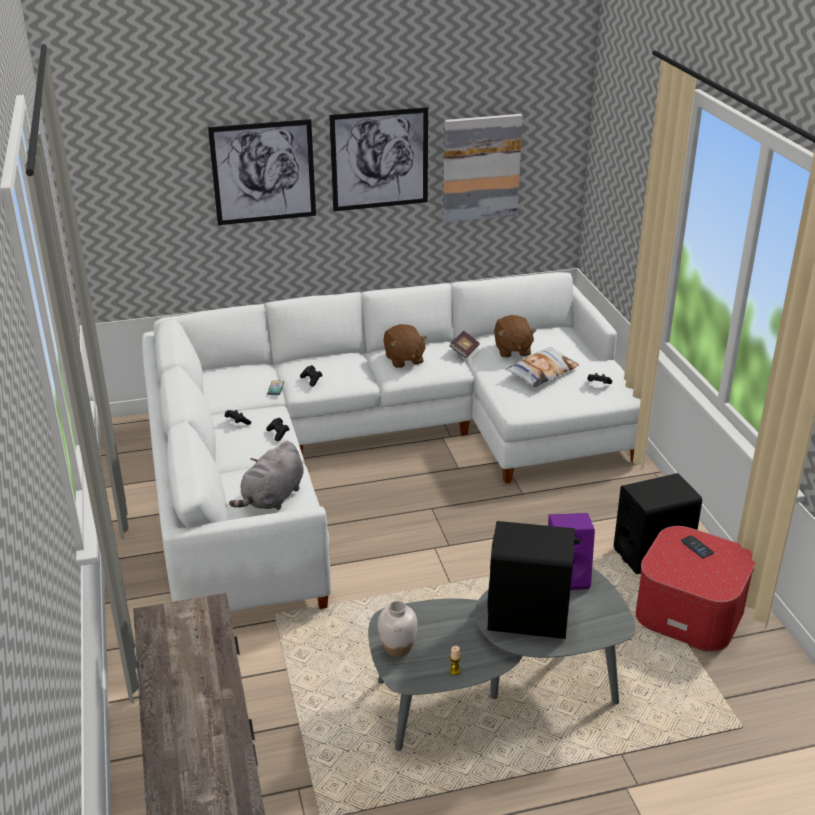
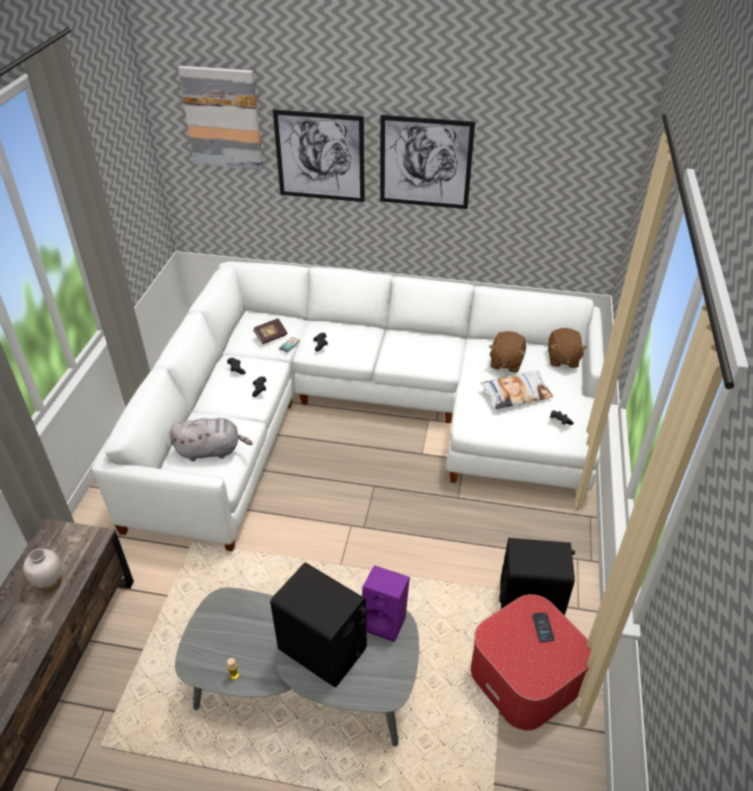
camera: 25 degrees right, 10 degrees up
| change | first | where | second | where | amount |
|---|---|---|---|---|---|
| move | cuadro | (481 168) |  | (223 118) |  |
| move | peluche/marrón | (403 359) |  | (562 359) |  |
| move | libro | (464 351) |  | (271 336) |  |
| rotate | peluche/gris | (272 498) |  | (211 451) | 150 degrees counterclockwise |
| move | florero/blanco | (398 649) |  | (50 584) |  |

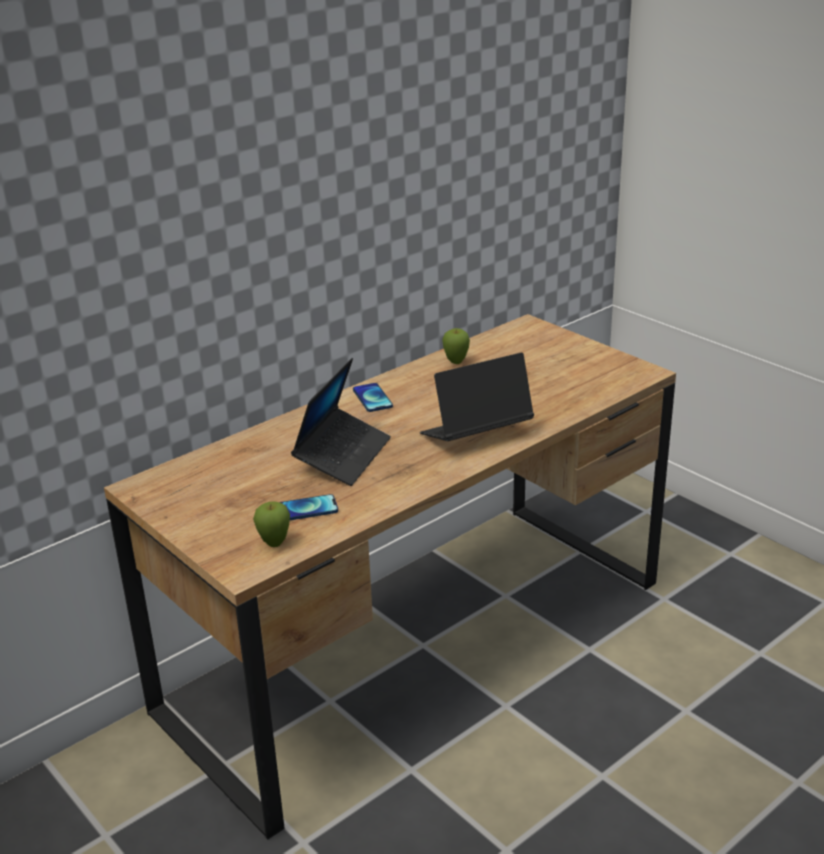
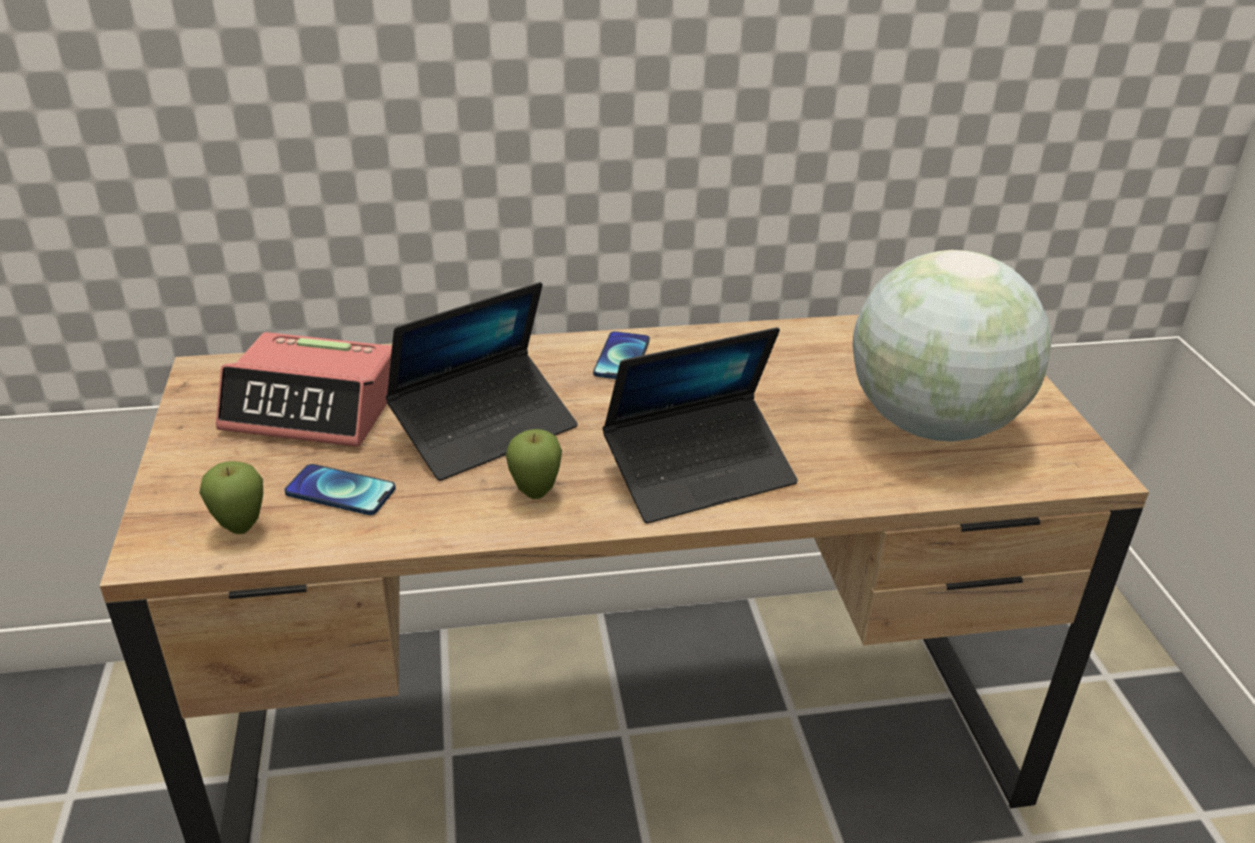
camera: 30 degrees right, 5 degrees up
| change | first | where | second | where | amount |
|---|---|---|---|---|---|
| move | manzana | (456 362) |  | (535 493) |  |
| rotate | portátil | (475 435) |  | (699 472) | 150 degrees clockwise |
| insert |  |  | globo terráqueo | (932 424) |  |
| insert |  |  | despertador | (313 408) |  |

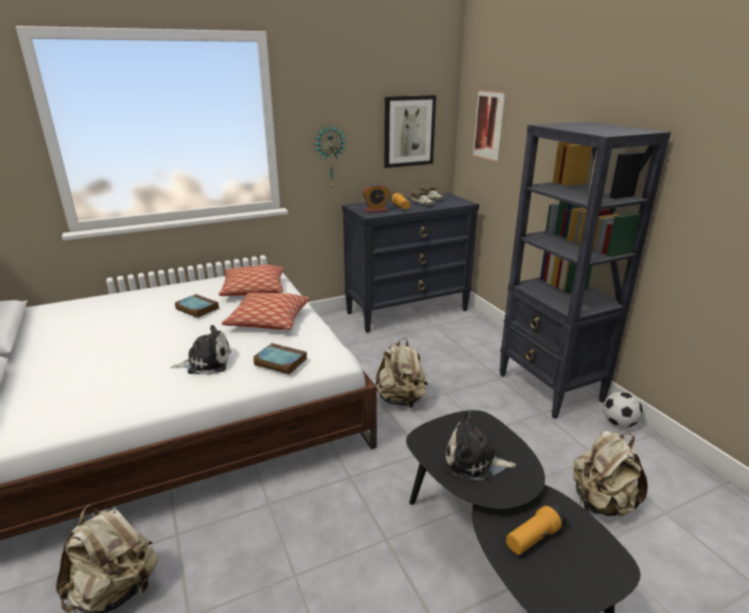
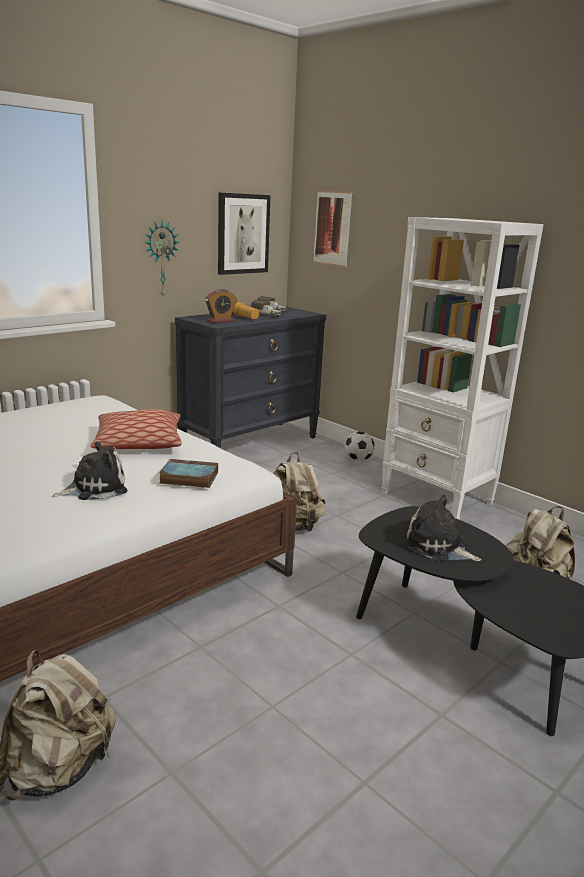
camera: 20 degrees left, 5 degrees down
| change | first | where | second | where | amount |
|---|---|---|---|---|---|
| recolor | estantería/negro | (550 388) | estantería/blanco | (437 498) |  |
| delete | cojín | (253 290) |  |  |  |
| delete | libro | (196 308) |  |  |  |
| move | balón de fútbol | (619 423) |  | (358 460) |  |
| rotate | peluche | (474 461) |  | (438 547) | 45 degrees clockwise |
| delete | linterna | (534 537) |  |  |  |

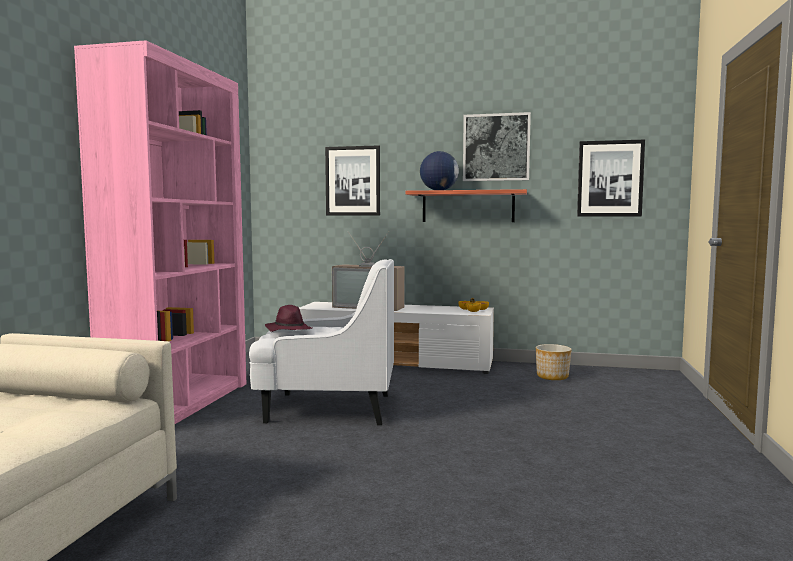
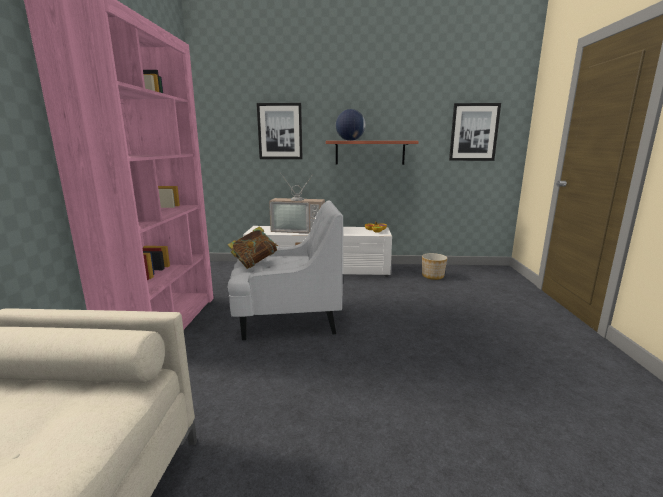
camera: 10 degrees left, 10 degrees up
| change | first | where | second | where | amount |
|---|---|---|---|---|---|
| delete | cuadro | (496 147) |  |  |  |
| replace | sombrero/morado | (288 330) | libro | (254 263) |  |

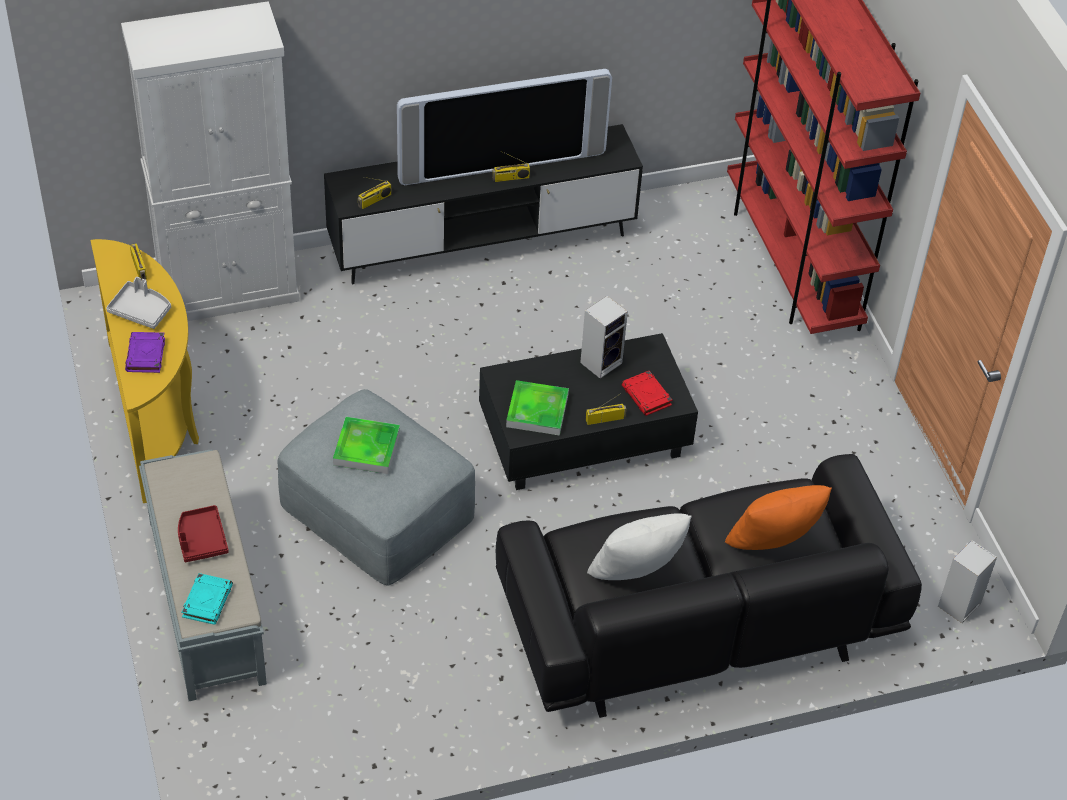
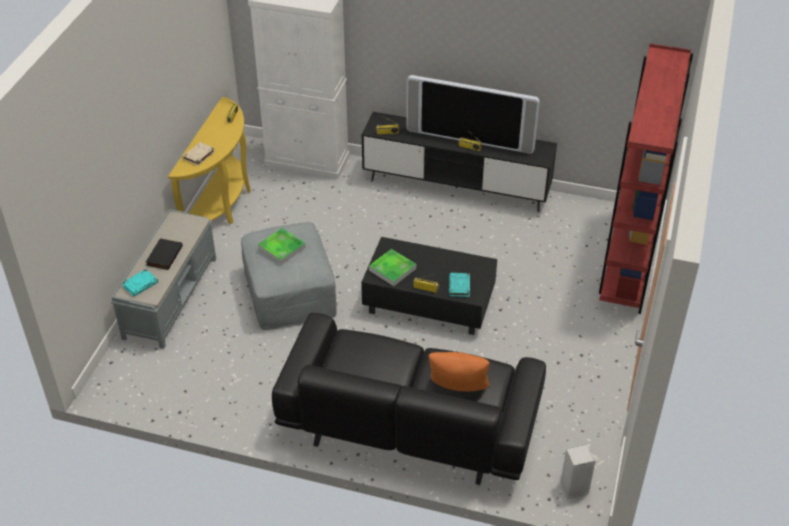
camera: 35 degrees right, 5 degrees down
| change | first | where | second | where | amount |
|---|---|---|---|---|---|
| delete | bandeja/gris | (141 310) |  |  |  |
| delete | altavoz | (601 361) |  |  |  |
| recolor | libro/morado | (146 355) | libro/beis | (198 156) |  |
| recolor | libro/rojo | (647 396) | libro/turquesa | (459 287) |  |
| replace | bandeja/rojo | (201 539) | libro/negro | (163 255) |  |
| delete | cojín/blanco | (636 573) |  |  |  |

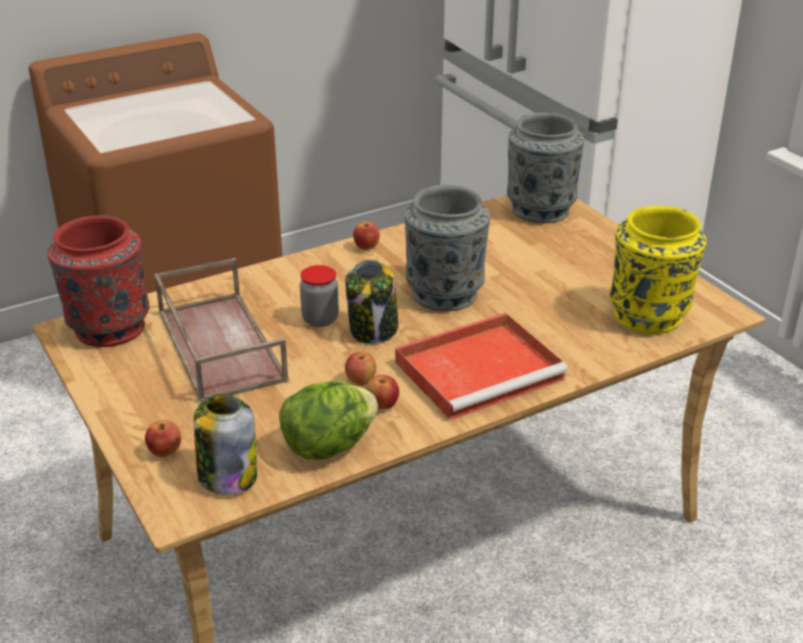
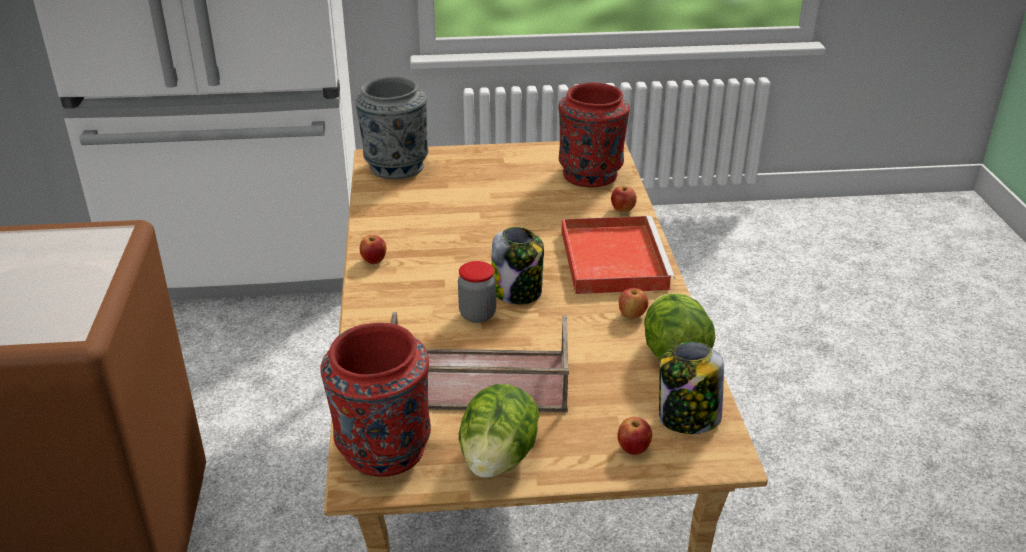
camera: 65 degrees left, 0 degrees up
| change | first | where | second | where | amount |
|---|---|---|---|---|---|
| delete | florero/gris | (444 293) |  |  |  |
| recolor | florero/amarillo | (649 315) | florero/rojo | (590 174) |  |
| move | manzana | (360 381) |  | (622 209) |  |
| insert |  |  | lechuga | (498 459) |  |

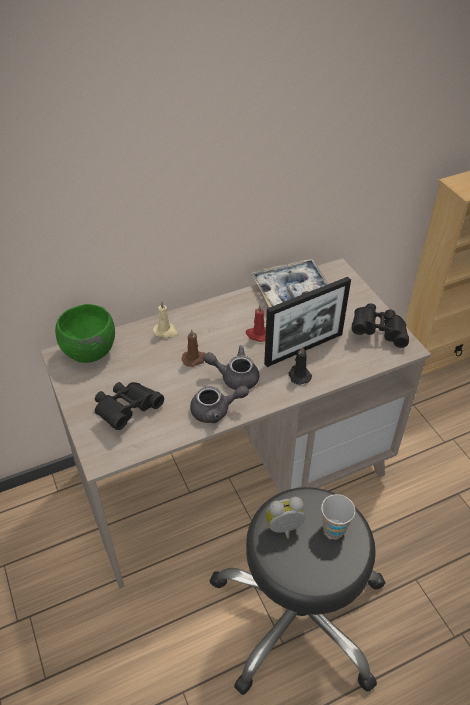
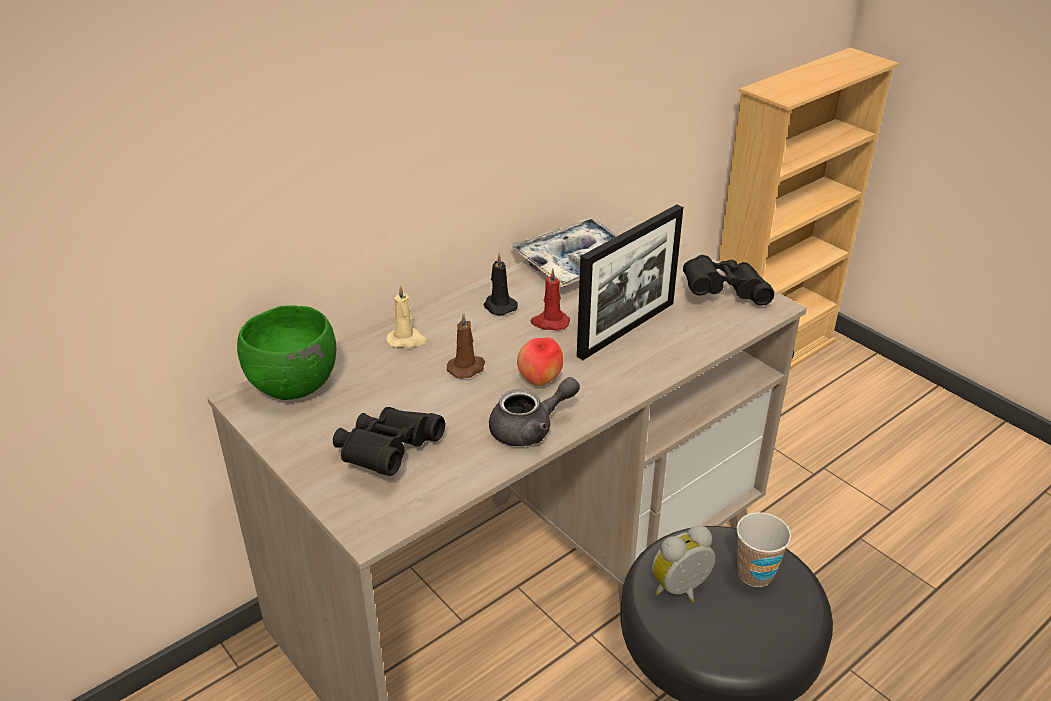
camera: 15 degrees left, 10 degrees down
| change | first | where | second | where | amount |
|---|---|---|---|---|---|
| replace | tetera/gris | (234 377) | manzana | (539 381) |  |
| move | vela/negro | (299 375) |  | (499 306) |  |

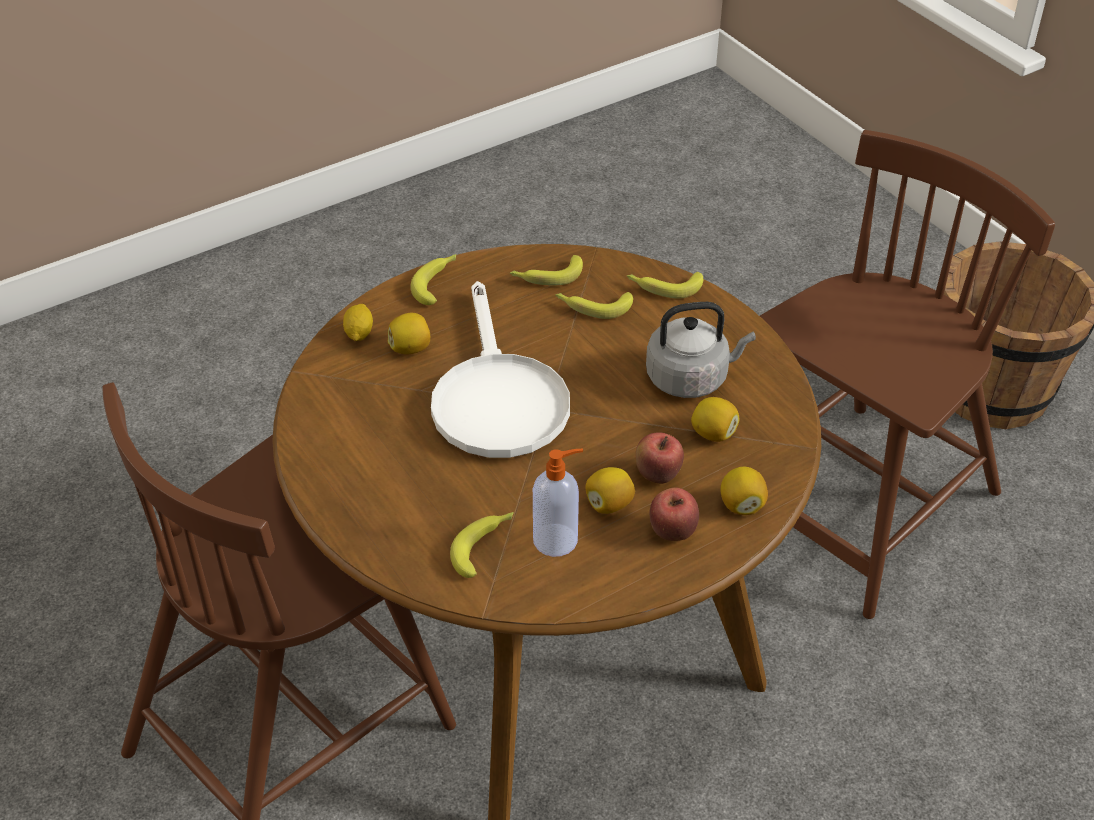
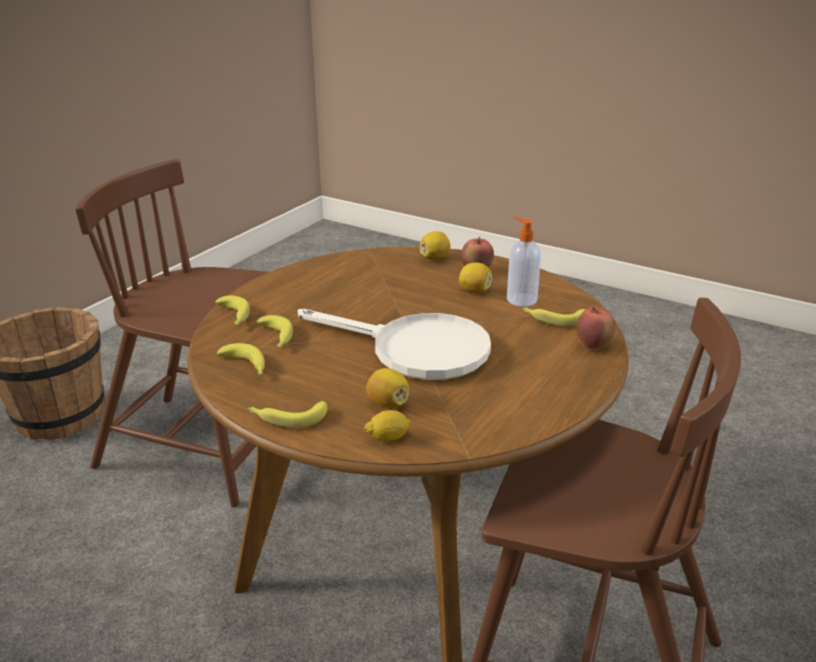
camera: 115 degrees left, 15 degrees down
| change | first | where | second | where | amount |
|---|---|---|---|---|---|
| rotate | sartén/blanco | (496 398) |  | (415 350) | 60 degrees clockwise |
| delete | hervidor/gris | (691 378) |  |  |  |
| delete | limón | (713 434) |  |  |  |
| move | manzana | (657 476) |  | (593 346) |  |

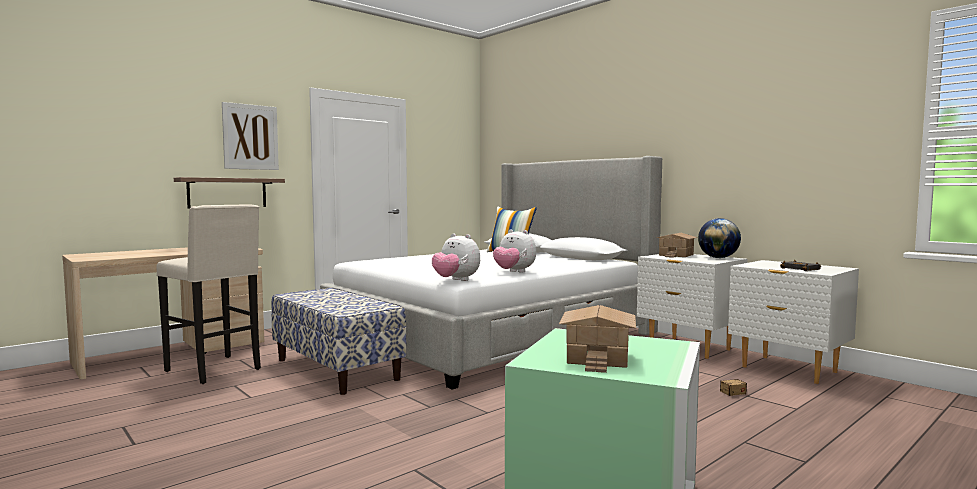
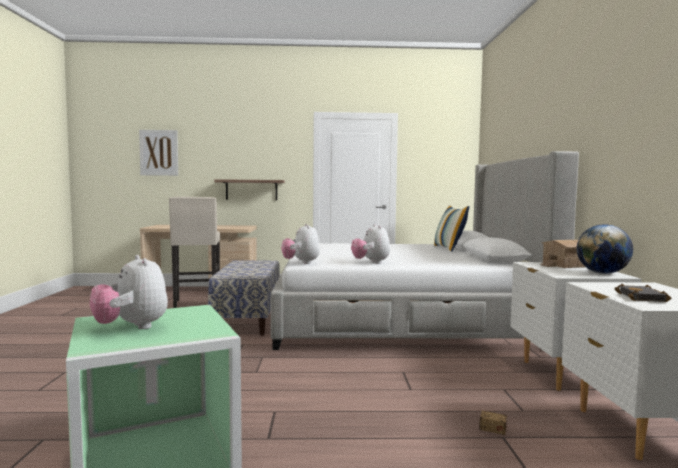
camera: 40 degrees right, 0 degrees up
| change | first | where | second | where | amount |
|---|---|---|---|---|---|
| move | cuadro | (250 137) |  | (159 152) |  |
| replace | casita | (599 357) | peluche | (132 327) |  |

